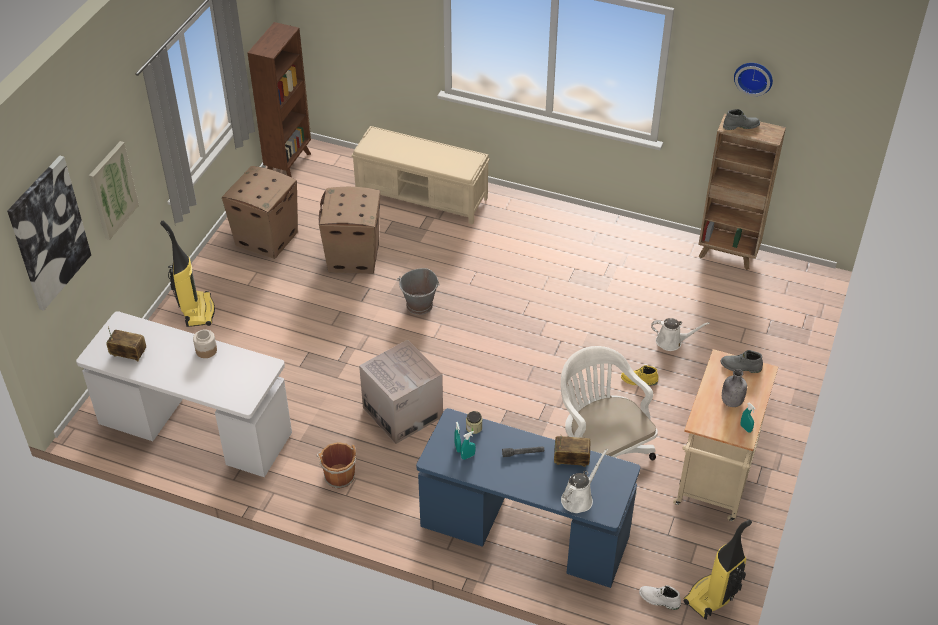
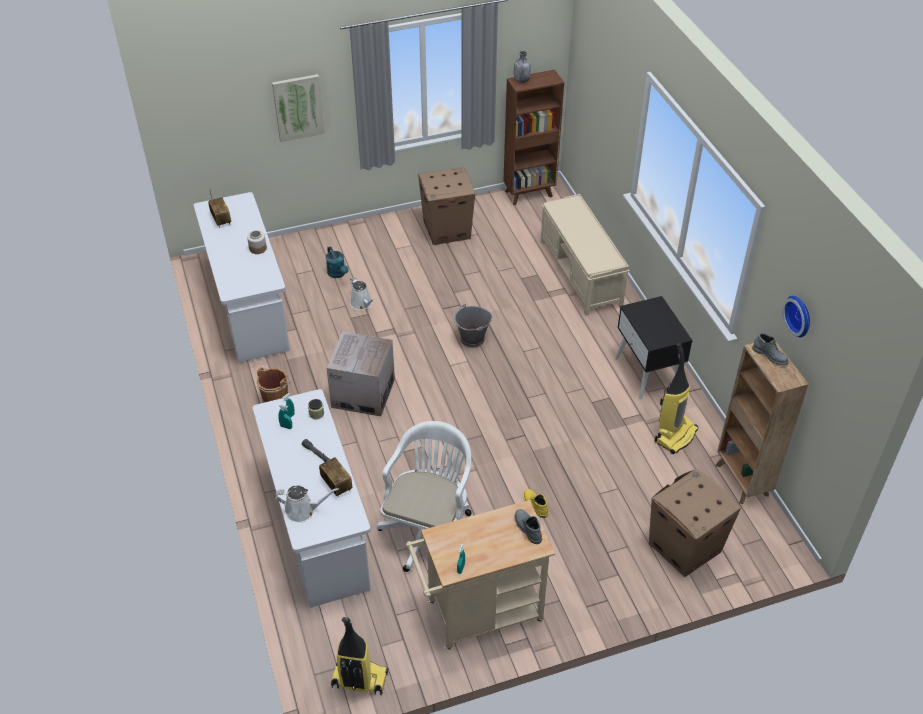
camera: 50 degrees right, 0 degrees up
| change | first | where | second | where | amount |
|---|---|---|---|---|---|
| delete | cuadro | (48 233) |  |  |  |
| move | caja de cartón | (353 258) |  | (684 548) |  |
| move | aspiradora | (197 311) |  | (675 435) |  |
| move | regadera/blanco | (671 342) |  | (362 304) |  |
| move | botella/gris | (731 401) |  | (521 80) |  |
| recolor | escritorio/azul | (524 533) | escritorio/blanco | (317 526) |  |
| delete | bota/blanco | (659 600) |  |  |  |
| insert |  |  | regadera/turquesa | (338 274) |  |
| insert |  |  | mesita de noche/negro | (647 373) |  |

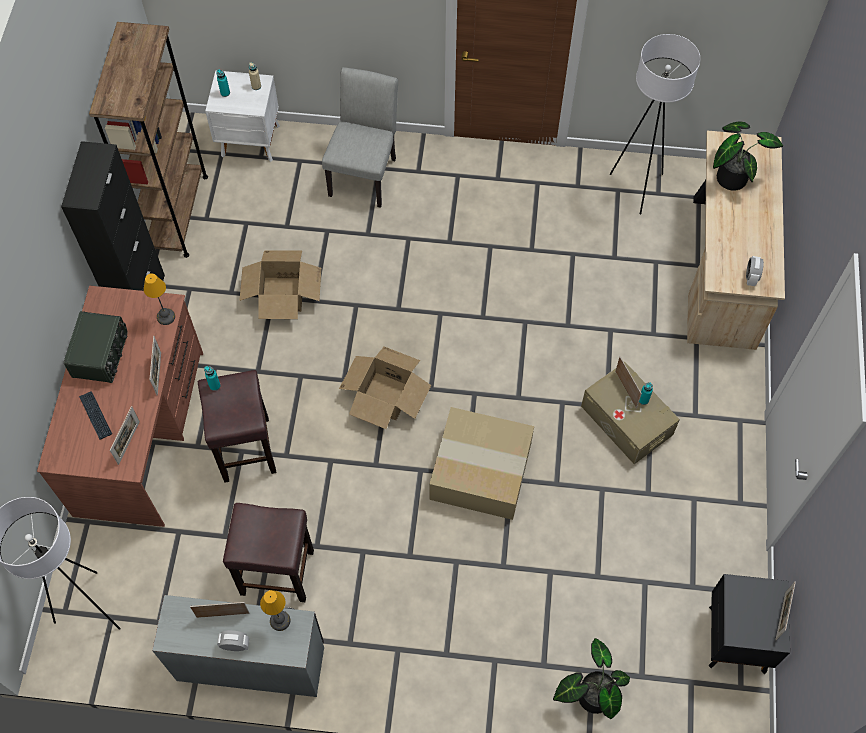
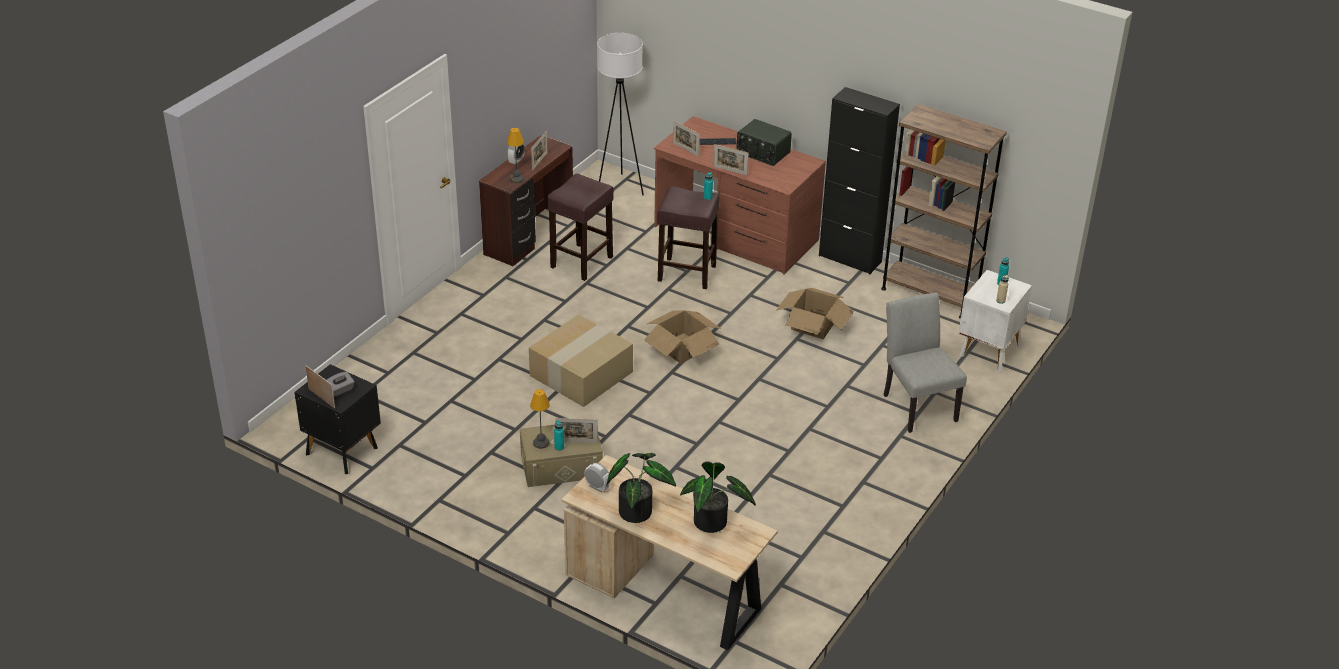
camera: 115 degrees right, 25 degrees down
| change | first | where | second | where | amount |
|---|---|---|---|---|---|
| delete | lámpara de pie/blanco | (637 188) |  |  |  |
| rotate | silla/gris | (365 172) |  | (917 404) | 150 degrees counterclockwise |
| move | lámpara de mesa | (165 317) |  | (541 442) |  |
| recolor | escritorio/gris | (251 661) | escritorio/marrón | (530 236) |  |
| move | planta en maceta | (590 694) |  | (638 510) |  |
| insert |  |  | caja de pañuelos/gris | (340 390) |  |

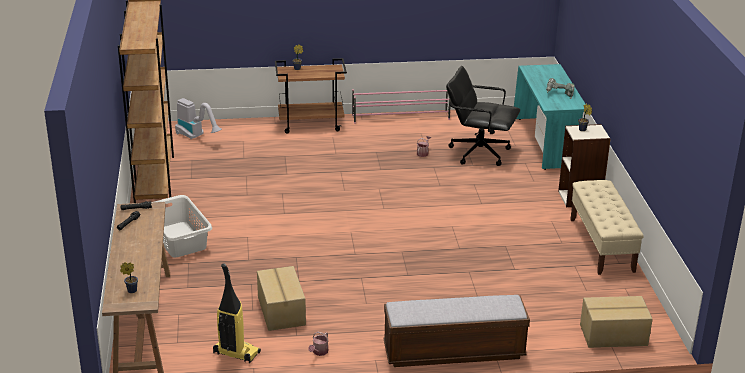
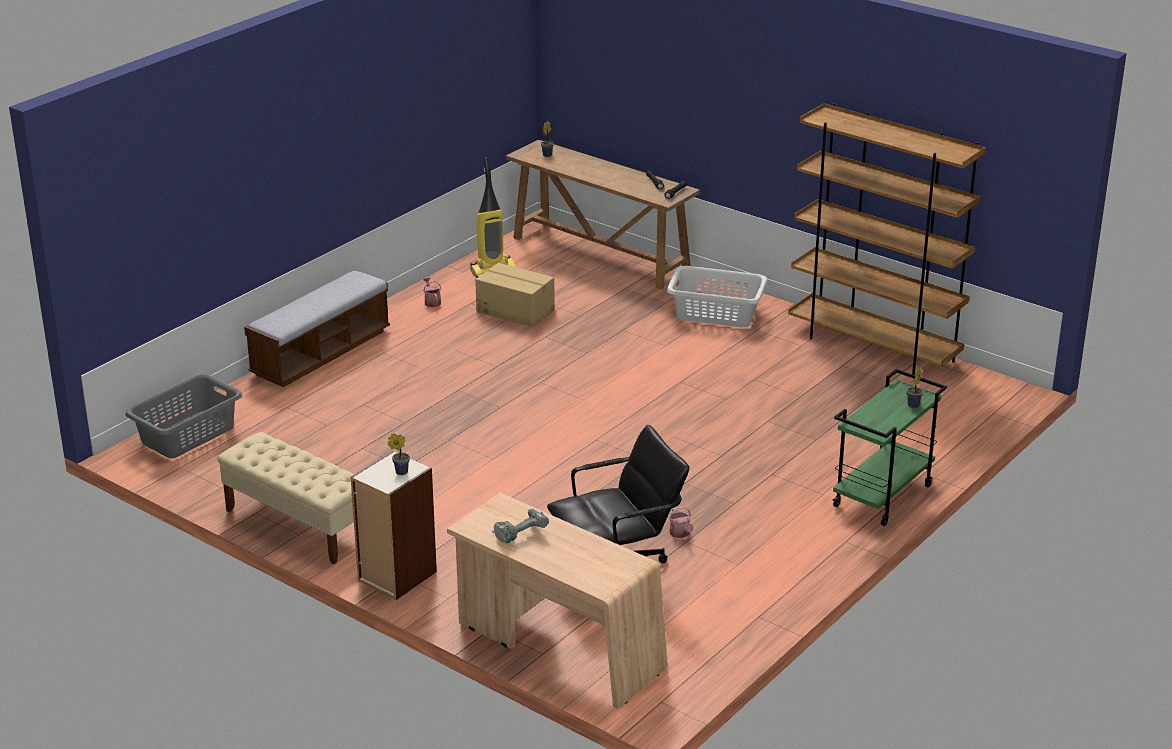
camera: 135 degrees right, 0 degrees up
| change | first | where | second | where | amount |
|---|---|---|---|---|---|
| recolor | carrito/marrón | (311 124) | carrito/verde | (882 497) |  |
| recolor | escritorio/turquesa | (545 143) | escritorio/beis | (557 648) |  |
| delete | zapatero/rosa | (401 117) |  |  |  |
| delete | aspiradora | (197 137) |  |  |  |
| replace | caja de cartón | (614 335) | cesto de la ropa/gris | (187 435) |  |

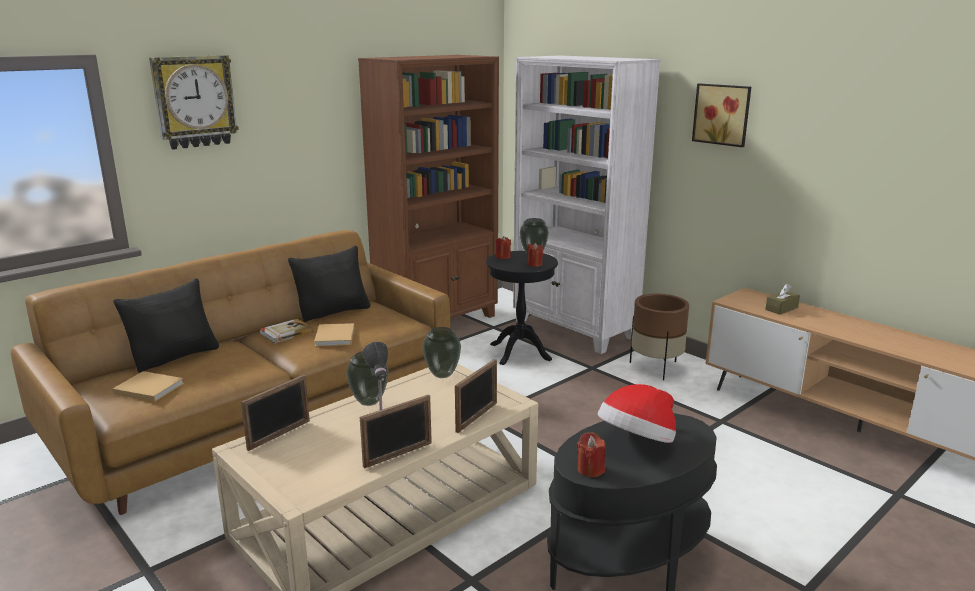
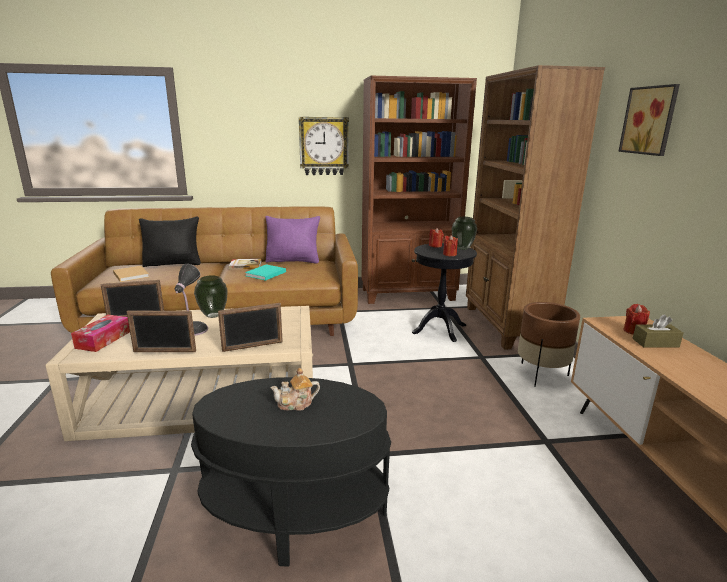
camera: 35 degrees right, 0 degrees up
| change | first | where | second | where | amount |
|---|---|---|---|---|---|
| move | reloj de pared | (194 101) |  | (324 146) |  |
| recolor | estantería/blanco | (574 330) | estantería/marrón | (506 326) |  |
| recolor | cojín/negro | (333 312) | cojín/morado | (293 261) |  |
| recolor | libro/beis | (334 337) | libro/turquesa | (265 274) |  |
| delete | florero | (442 375) |  |  |  |
| replace | sombrero | (637 442) | tetera | (296 404) |  |
| move | vela/rojo | (590 470) |  | (634 331) |  |
| insert |  |  | caja de pañuelos | (103 339) |  |

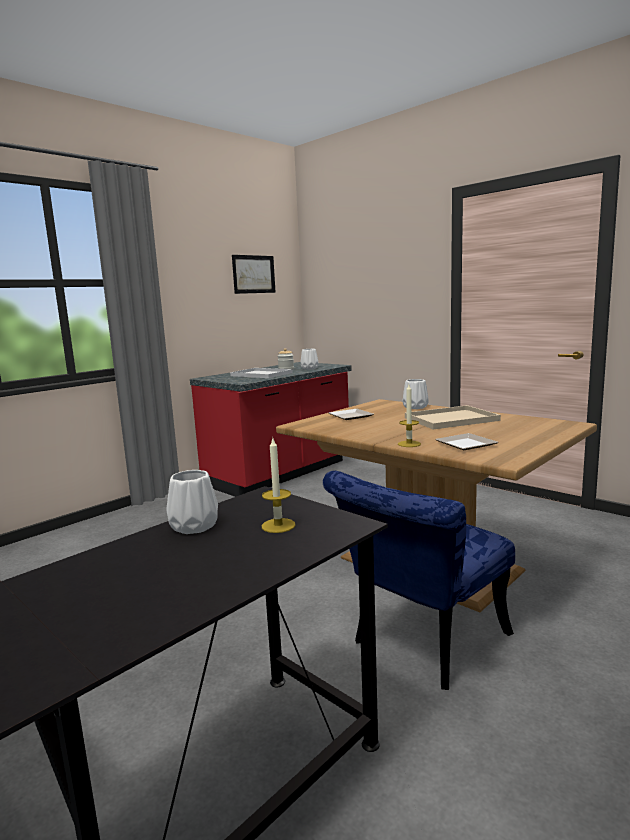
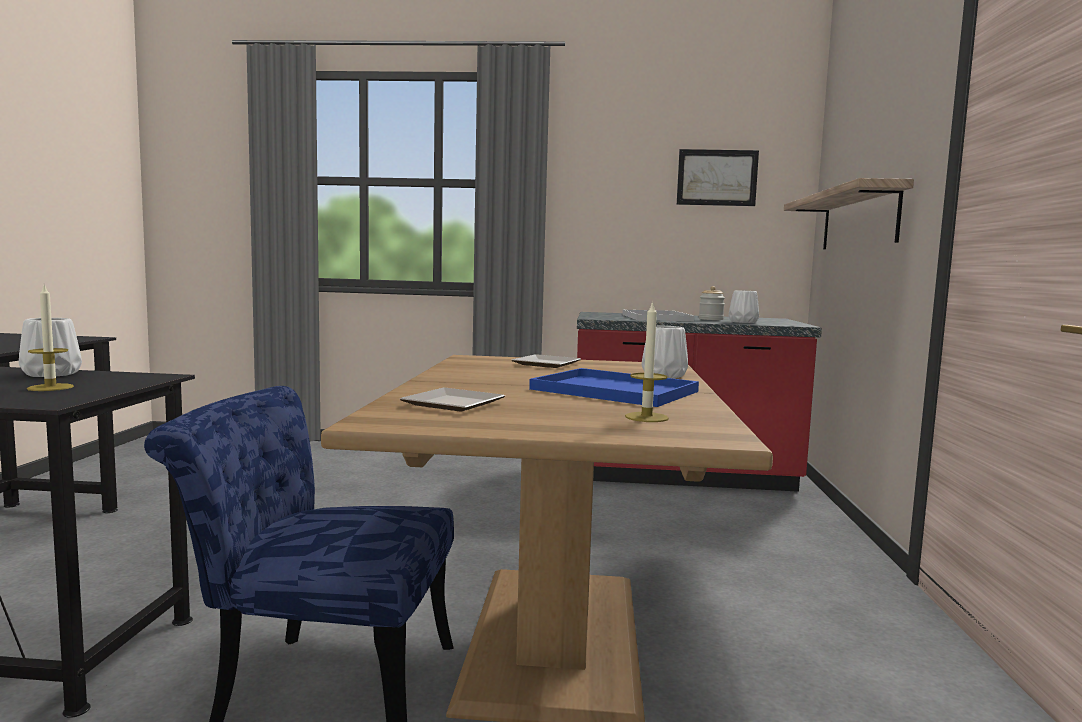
camera: 50 degrees right, 5 degrees down
| change | first | where | second | where | amount |
|---|---|---|---|---|---|
| move | vela | (409 444) |  | (646 417) |  |
| recolor | bandeja/beis | (450 419) | bandeja/azul | (611 390) |  |
| insert |  |  | estante | (858 220) |  |

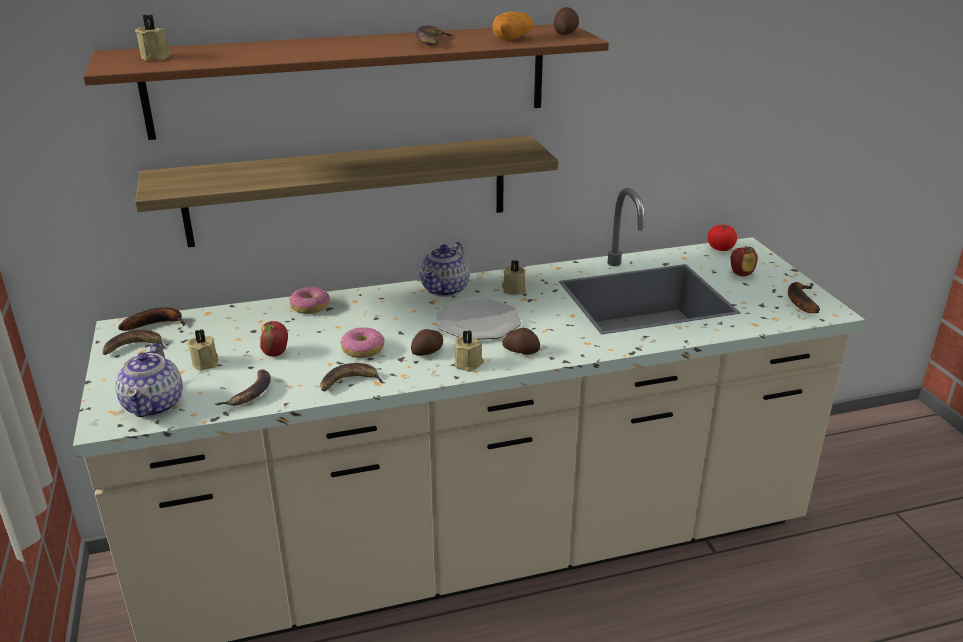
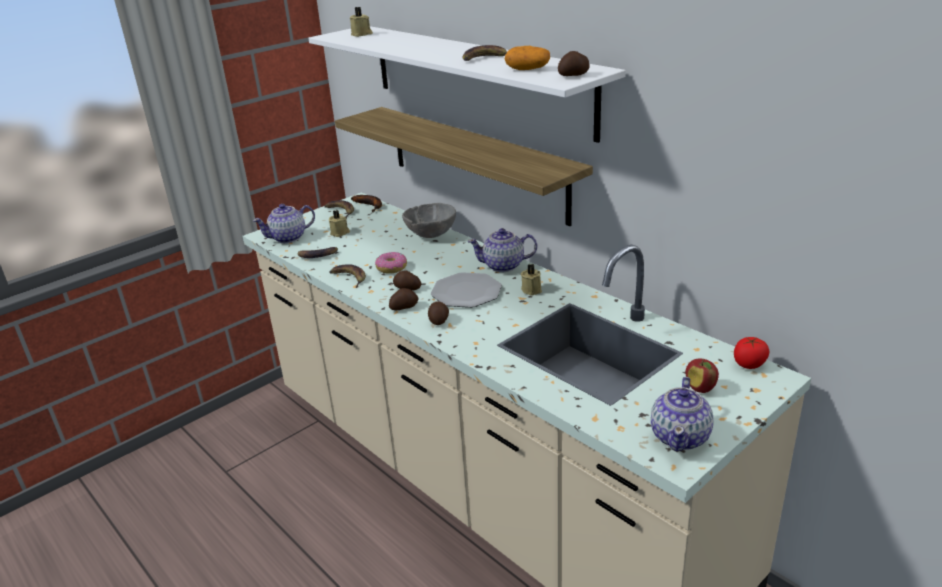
camera: 65 degrees right, 0 degrees up
| change | first | where | second | where | amount |
|---|---|---|---|---|---|
| recolor | estante/marrón | (351 80) | estante/blanco | (476 78) |  |
| replace | plátano | (799 300) | tetera | (680 436) |  |
| replace | rosquilla | (310 307) | cuenco/gris | (430 234) |  |
| delete | manzana | (275 353) |  |  |  |
| replace | vela/beis | (469 364) | patata | (403 307) |  |

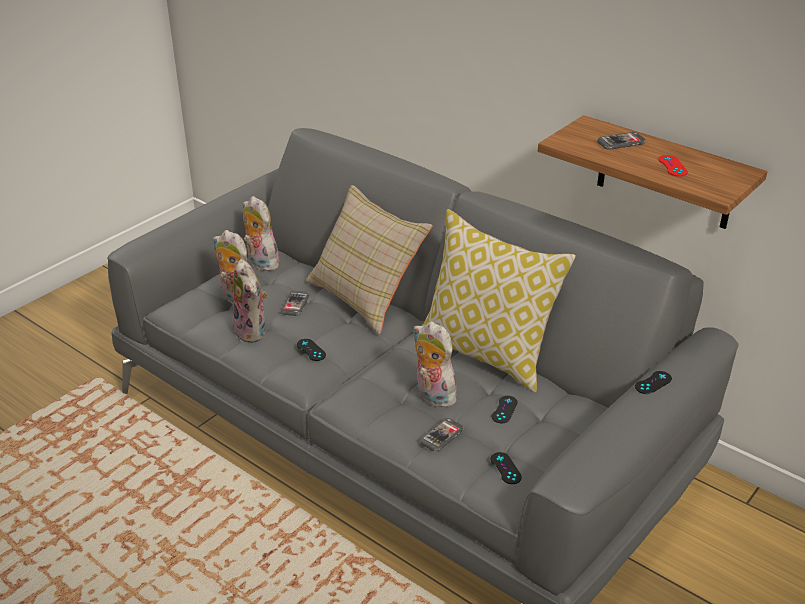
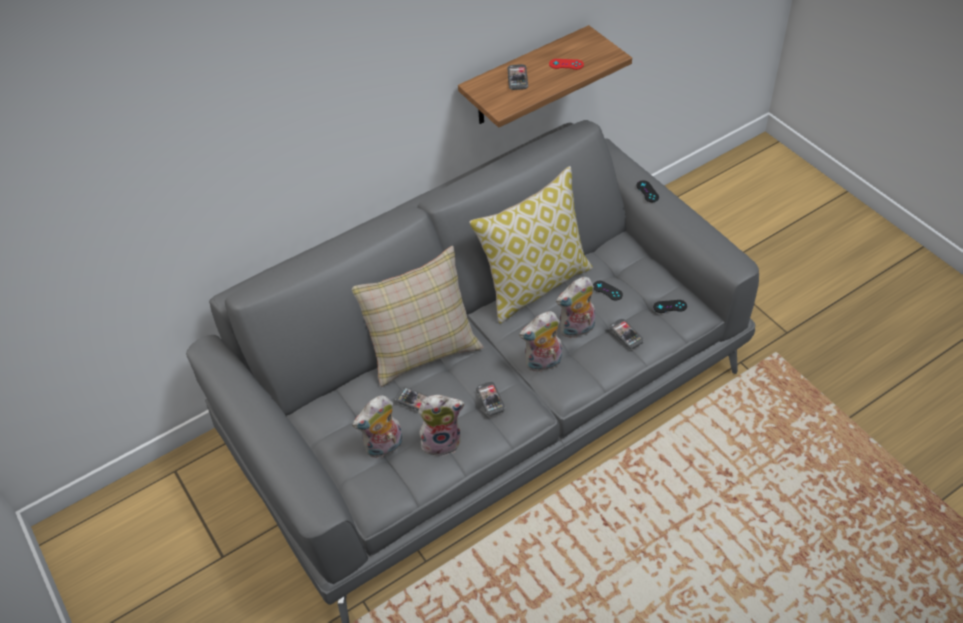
camera: 70 degrees left, 15 degrees up
| change | first | where | second | where | amount |
|---|---|---|---|---|---|
| move | peluche | (260 263) |  | (543 364) |  |
| replace | mando de consola/negro | (311 350) | móvil | (490 399) |  |

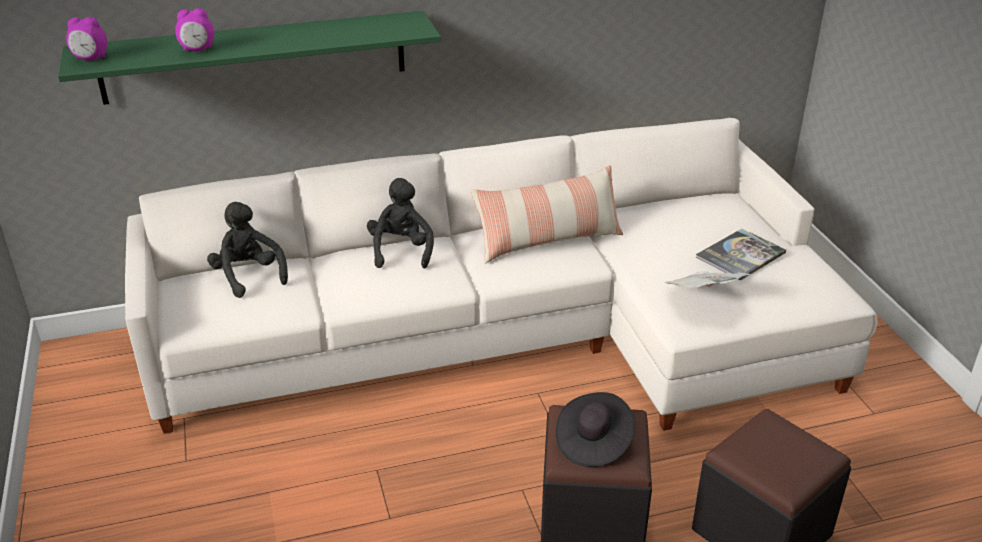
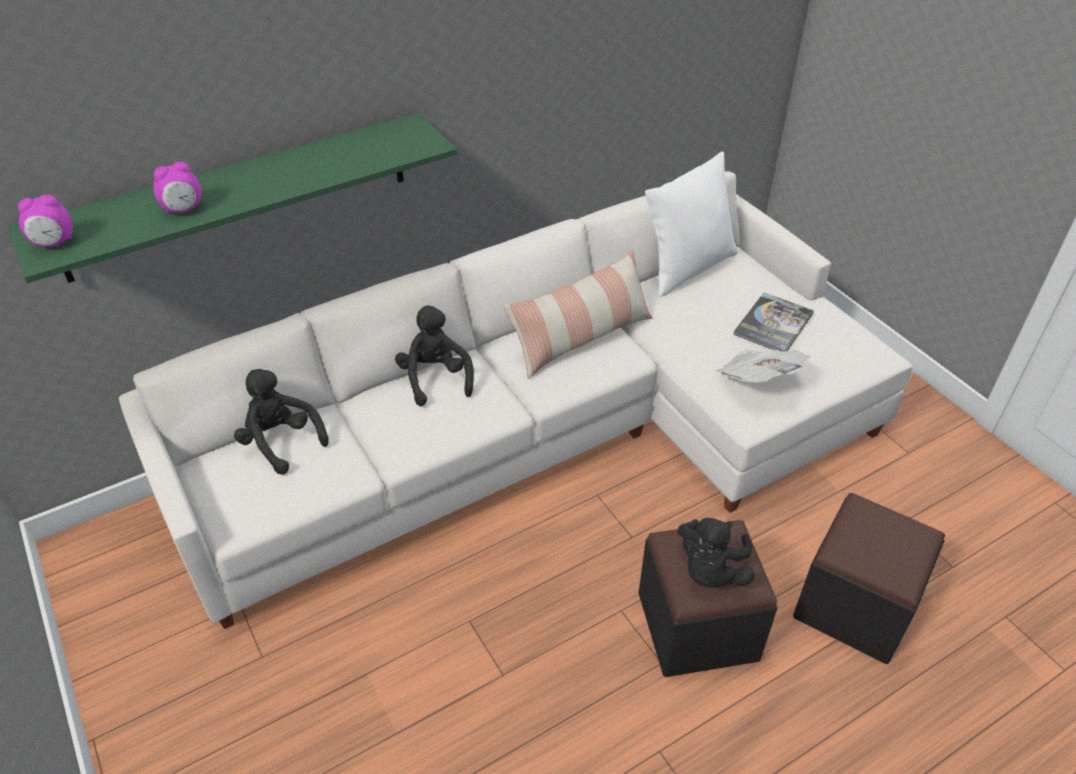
camera: 15 degrees left, 10 degrees up
| change | first | where | second | where | amount |
|---|---|---|---|---|---|
| replace | sombrero/negro | (593 442) | peluche/negro | (710 571) |  |
| insert |  |  | cojín/blanco | (687 268) |  |

